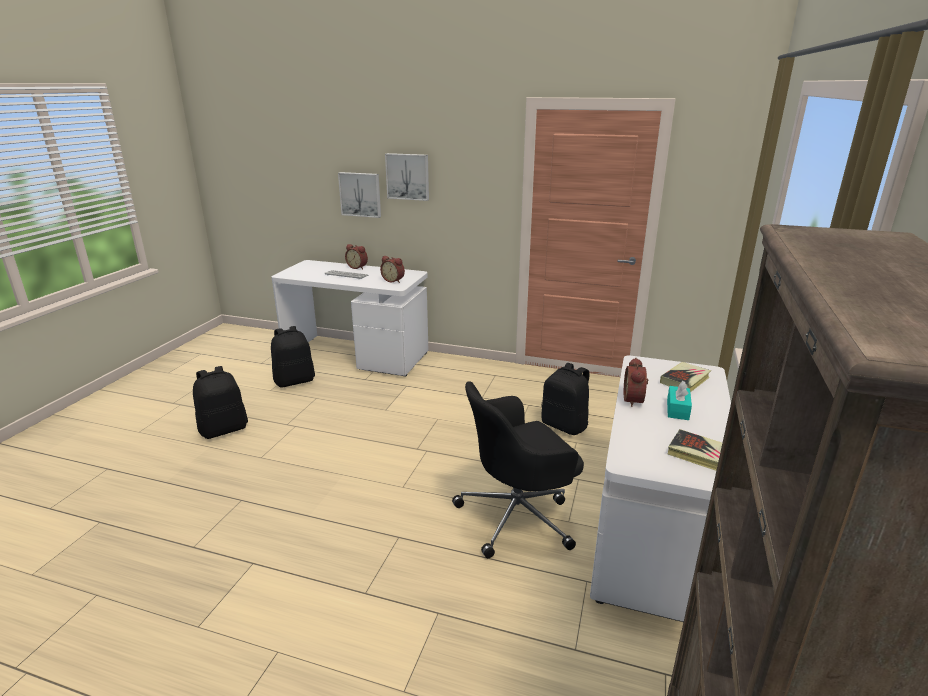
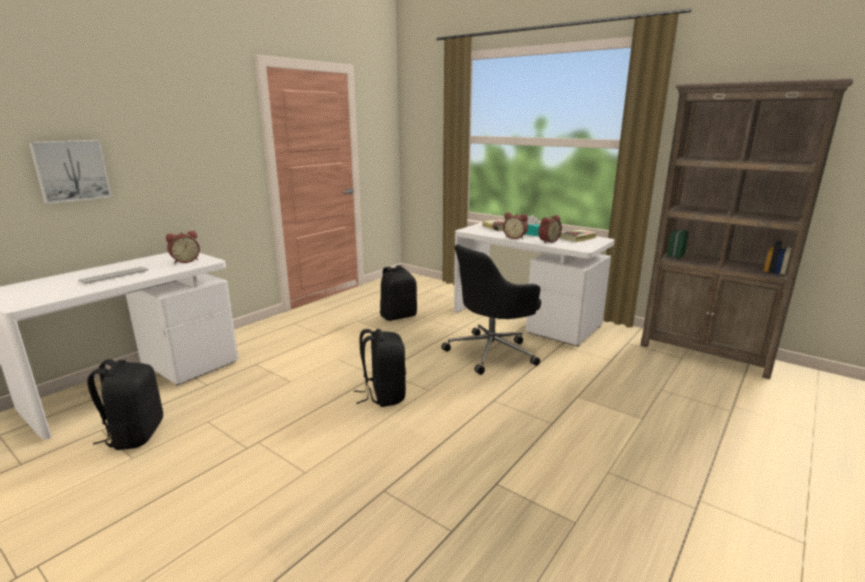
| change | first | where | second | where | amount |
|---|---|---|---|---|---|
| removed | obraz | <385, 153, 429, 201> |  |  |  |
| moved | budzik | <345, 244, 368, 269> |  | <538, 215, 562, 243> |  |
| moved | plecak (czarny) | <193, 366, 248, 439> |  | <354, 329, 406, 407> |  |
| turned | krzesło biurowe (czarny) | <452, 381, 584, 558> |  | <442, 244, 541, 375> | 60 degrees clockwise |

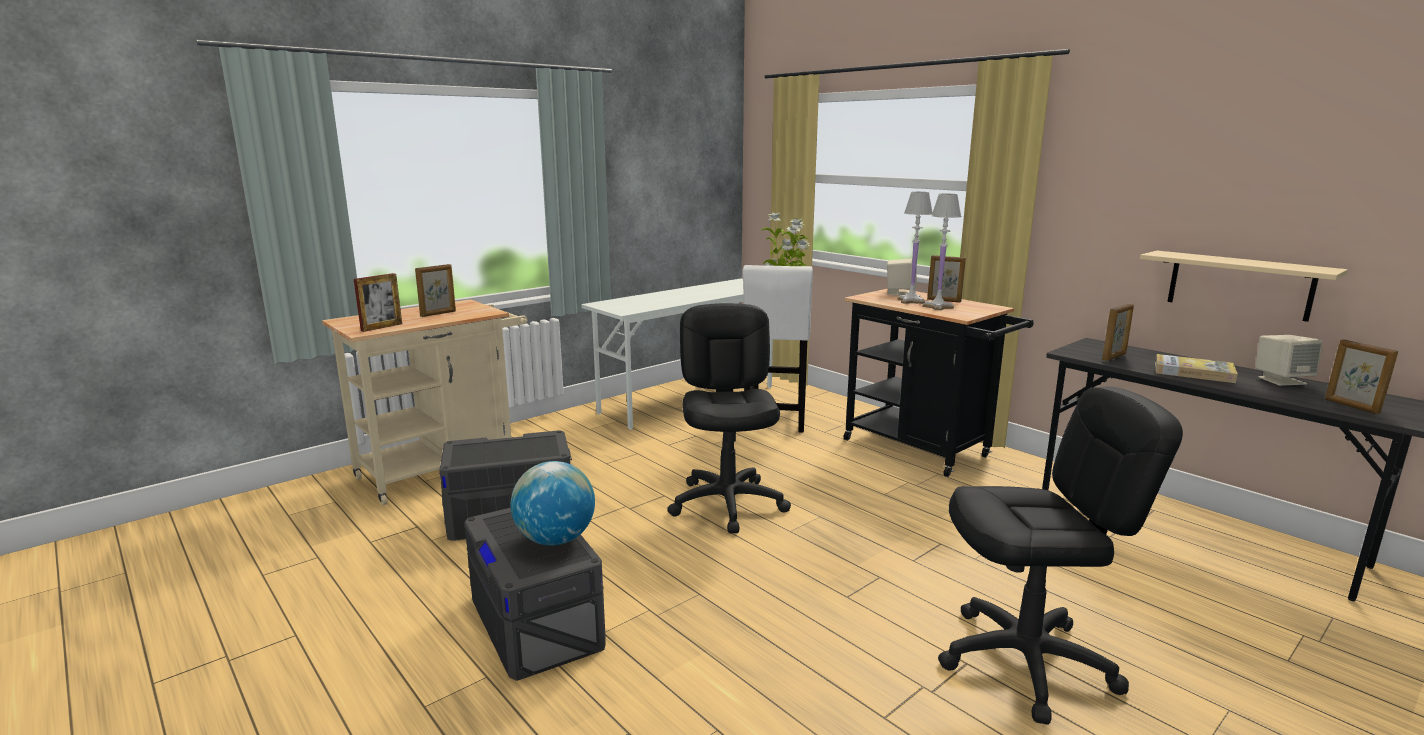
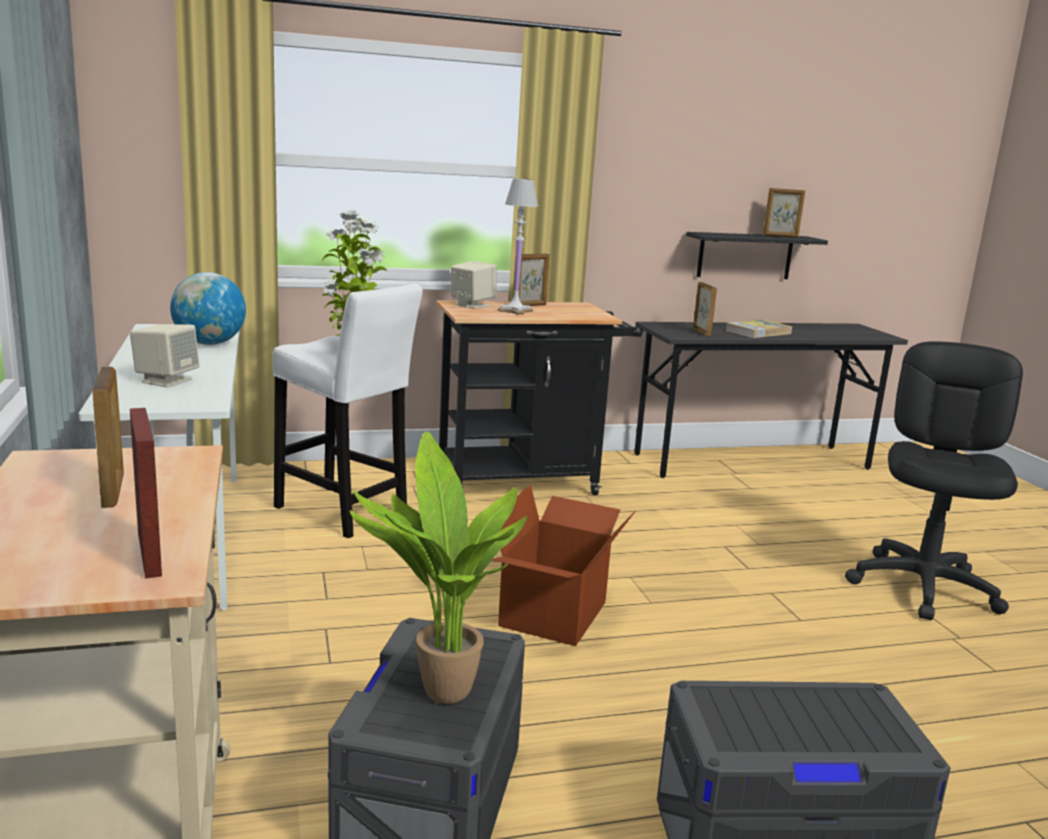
| change | first | where | second | where | amount |
|---|---|---|---|---|---|
| removed | lampa stołowa (biały) | <923, 194, 961, 310> |  |  |  |
| recoloured | półka (beżowy) | <1140, 251, 1348, 322> | półka (czarny) | <686, 232, 828, 279> |  |
| replaced | krzesło biurowe (czarny) | <667, 303, 791, 533> | karton | <492, 485, 636, 646> |  |
| moved | głośnik (beżowy) | <1255, 335, 1323, 386> |  | <130, 324, 200, 387> |  |
| moved | ramka na zdjęcie | <1325, 339, 1398, 414> |  | <763, 188, 805, 238> |  |
| moved | globus | <511, 461, 595, 546> |  | <170, 272, 246, 345> |  |
| added |  |  | roślina doniczkowa | <350, 431, 527, 704> |  |

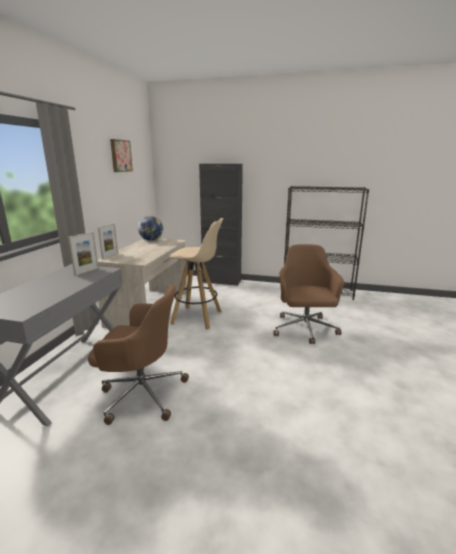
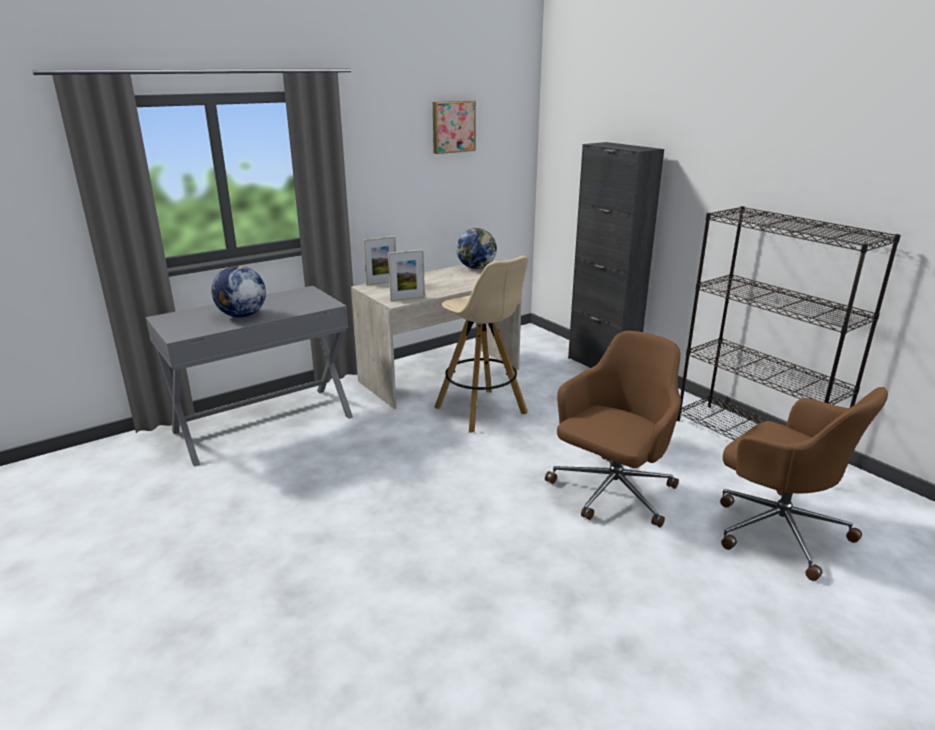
| change | first | where | second | where | amount |
|---|---|---|---|---|---|
| moved | ramka na zdjęcie | <68, 232, 99, 276> |  | <388, 250, 425, 301> |  |
| moved | krzesło biurowe (brązowy) | <88, 284, 189, 425> |  | <720, 387, 888, 581> |  |
| added |  |  | globus | <211, 266, 266, 318> |  |

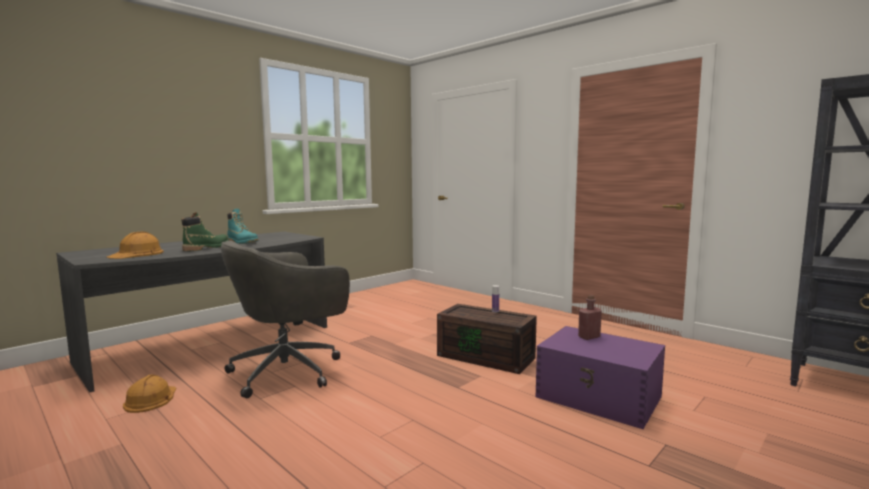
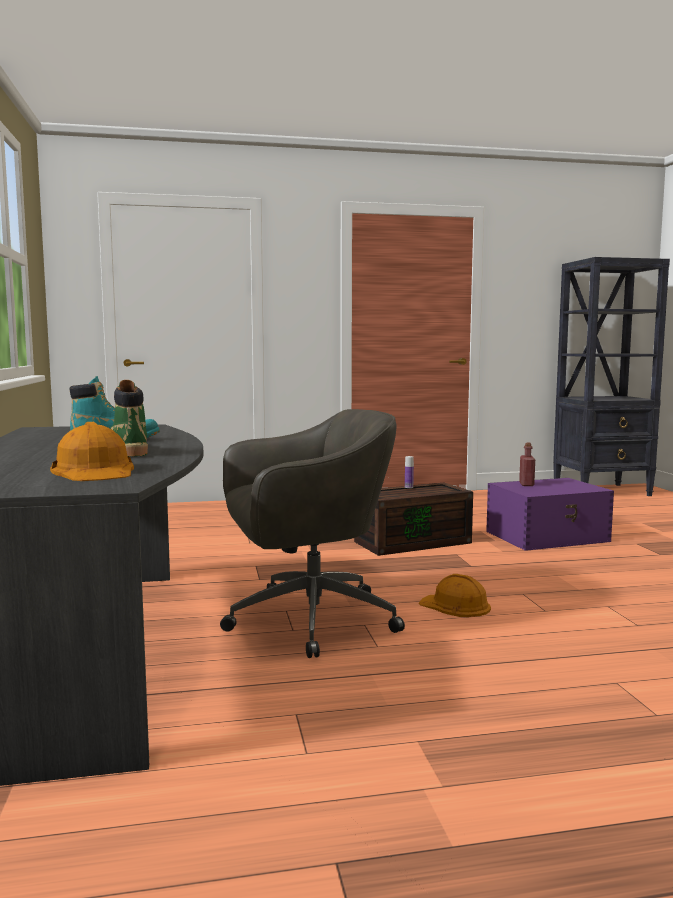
| change | first | where | second | where | amount |
|---|---|---|---|---|---|
| turned | krzesło biurowe (szary) | <221, 240, 350, 398> |  | <220, 409, 405, 658> | 105 degrees counterclockwise |
| moved | kask (pomarańczowy) | <123, 375, 176, 413> |  | <419, 574, 491, 617> |  |

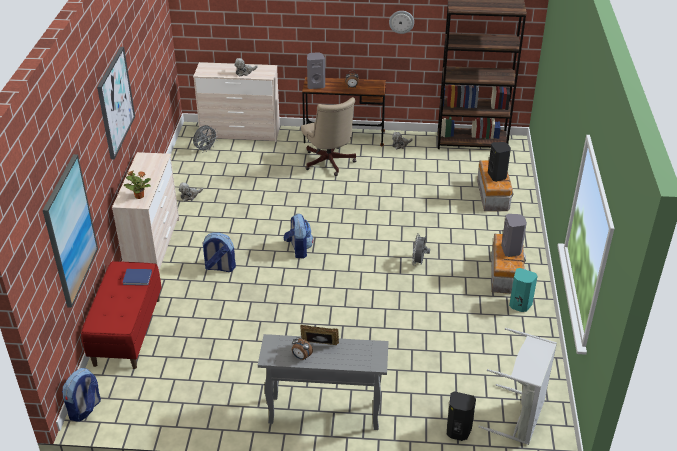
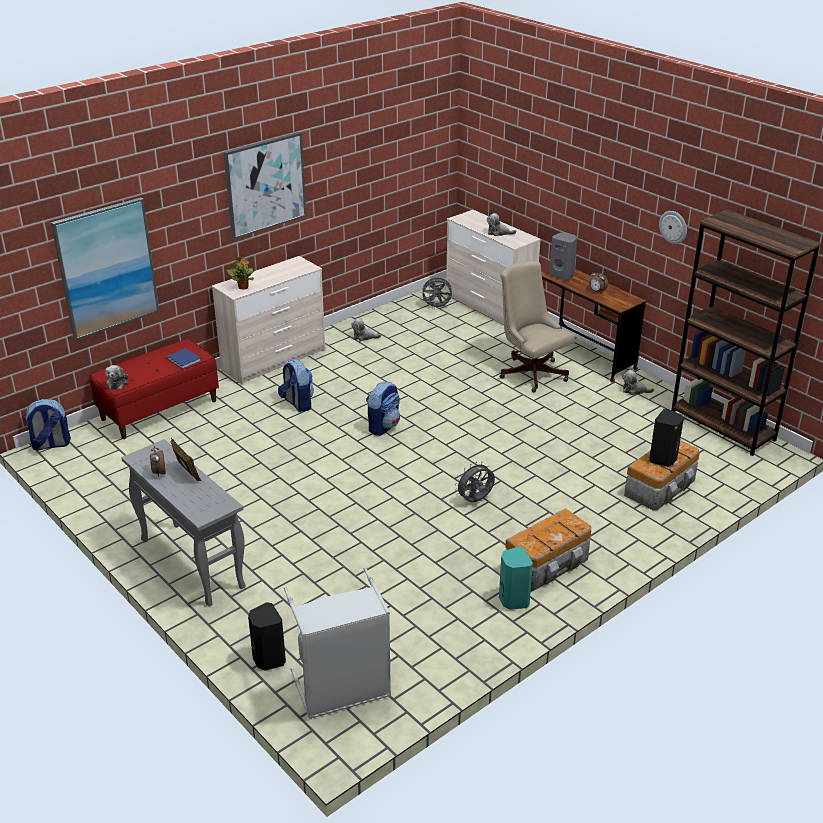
| change | first | where | second | where | amount |
|---|---|---|---|---|---|
| turned | krzesło biurowe (beżowy) | <301, 97, 356, 176> |  | <500, 261, 575, 392> | 120 degrees clockwise |
| removed | głośnik (szary) | <501, 214, 527, 257> |  |  |  |
| added |  |  | pluszak | <105, 365, 128, 389> |  |

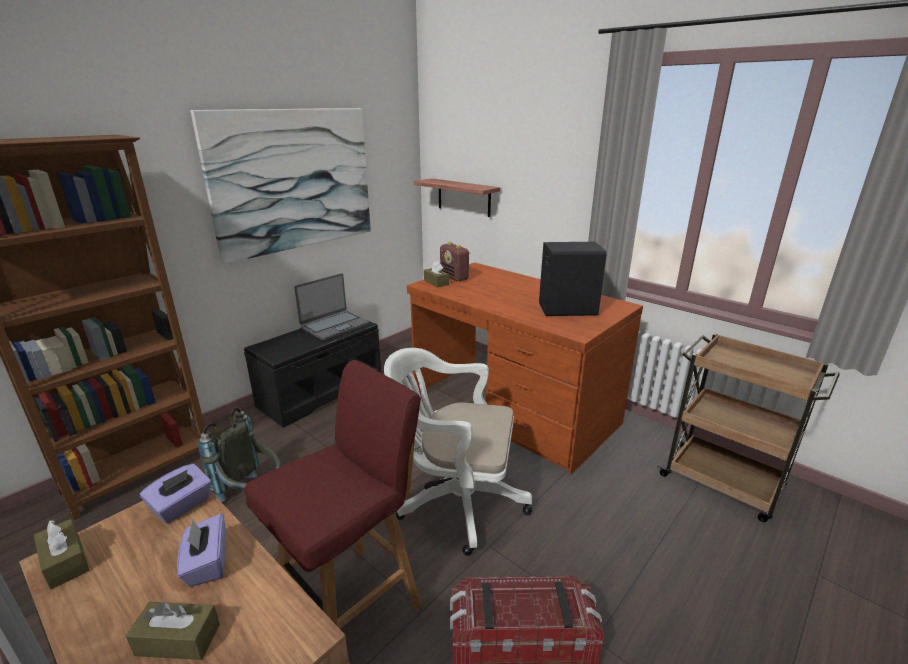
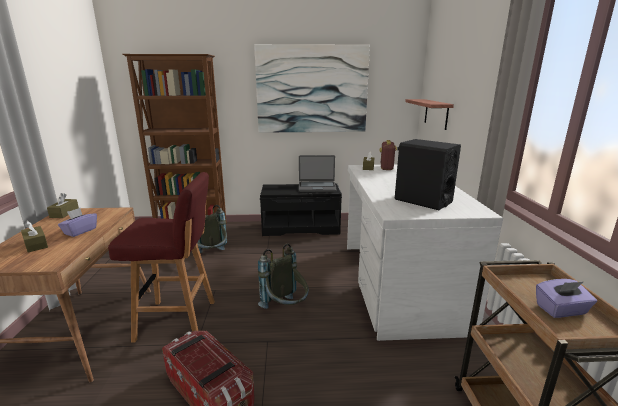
| change | first | where | second | where | amount |
|---|---|---|---|---|---|
| recoloured | biurko (brązowy) | <407, 262, 643, 475> | biurko (biały) | <347, 165, 503, 341> |  |
| replaced | krzesło biurowe (biały) | <384, 348, 532, 556> | plecak (szary) | <258, 243, 309, 309> |  |
| moved | pudełko chusteczek (fioletowy) | <140, 463, 211, 524> |  | <536, 279, 597, 318> |  |

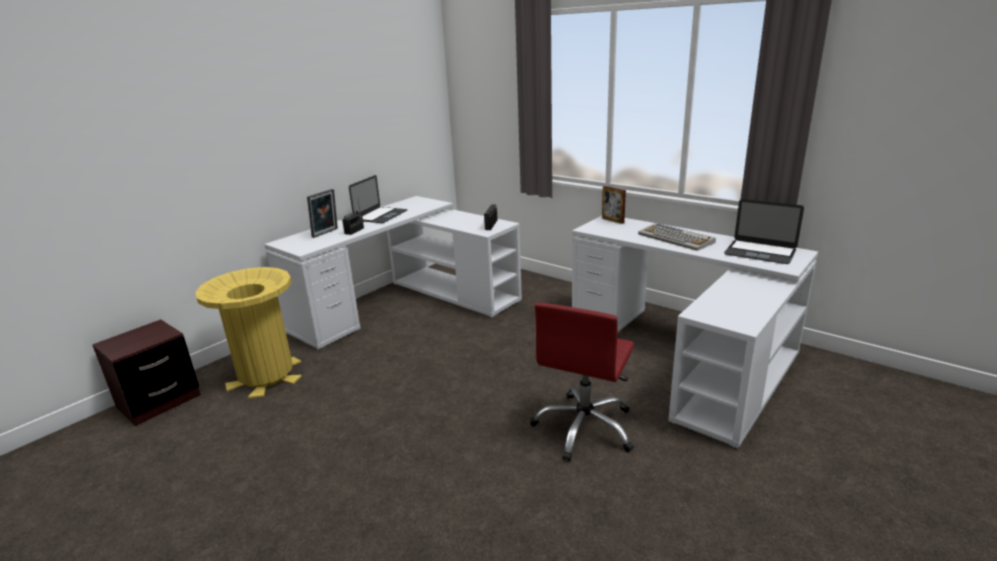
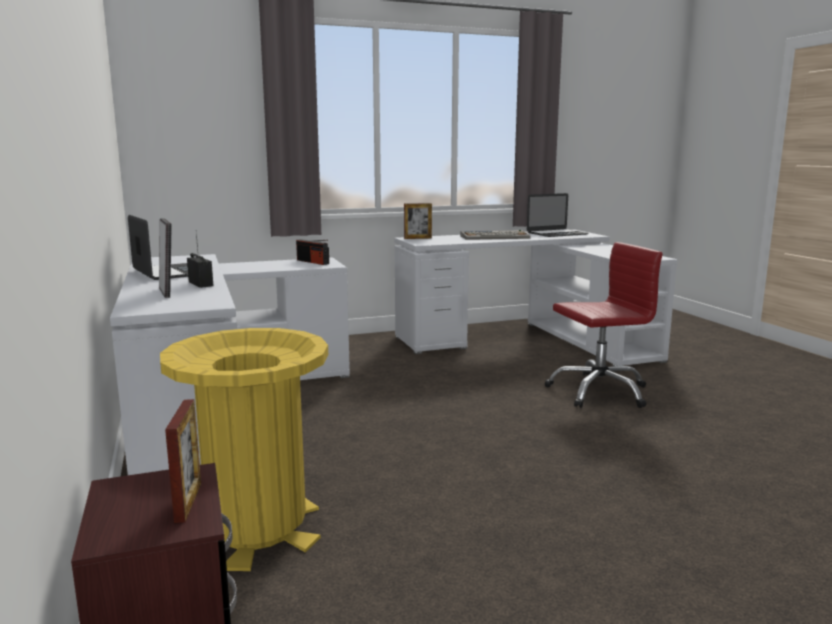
| change | first | where | second | where | amount |
|---|---|---|---|---|---|
| turned | krzesło biurowe (czerwony) | <530, 302, 634, 461> |  | <544, 242, 663, 408> | 75 degrees counterclockwise |
| added |  |  | ramka na zdjęcie | <165, 399, 201, 523> |  |

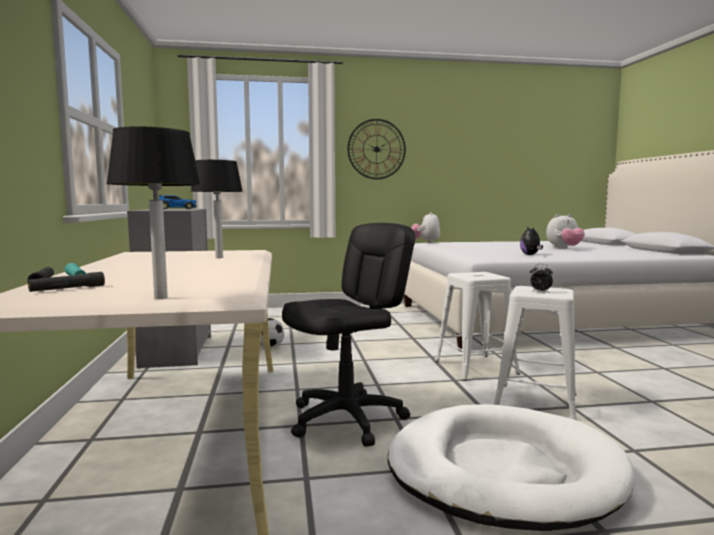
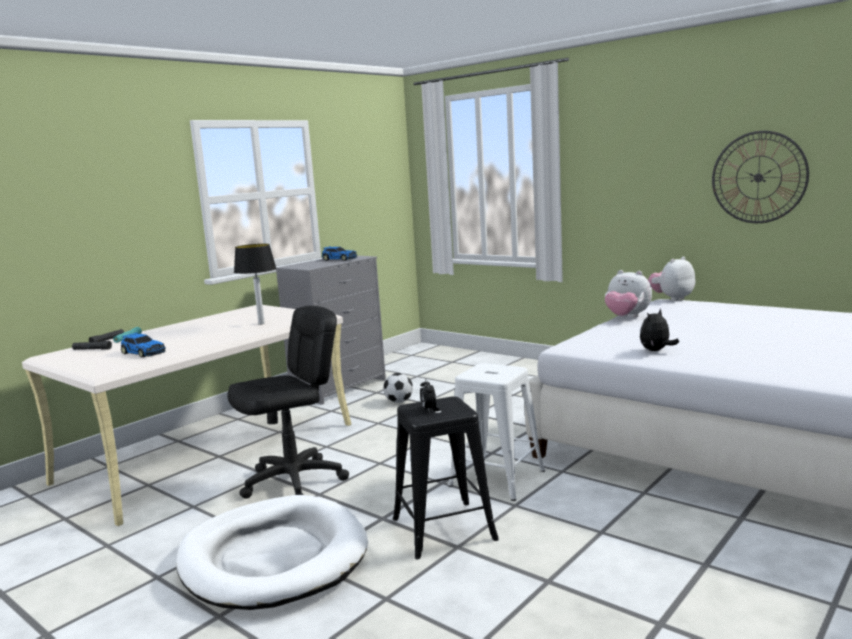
| change | first | where | second | where | amount |
|---|---|---|---|---|---|
| moved | zegar ścienny | <348, 119, 406, 179> |  | <712, 131, 809, 223> |  |
| removed | lampa stołowa | <106, 126, 201, 299> |  |  |  |
| moved | pluszak | <546, 214, 585, 249> |  | <605, 270, 652, 317> |  |
| turned | krzesło biurowe (czarny) | <282, 223, 415, 447> |  | <227, 306, 349, 499> | 45 degrees counterclockwise |
| recoloured | stołek (biały) | <494, 286, 577, 420> | stołek (czarny) | <393, 397, 499, 559> |  |
| added |  |  | samochodzik | <121, 333, 166, 357> |  |

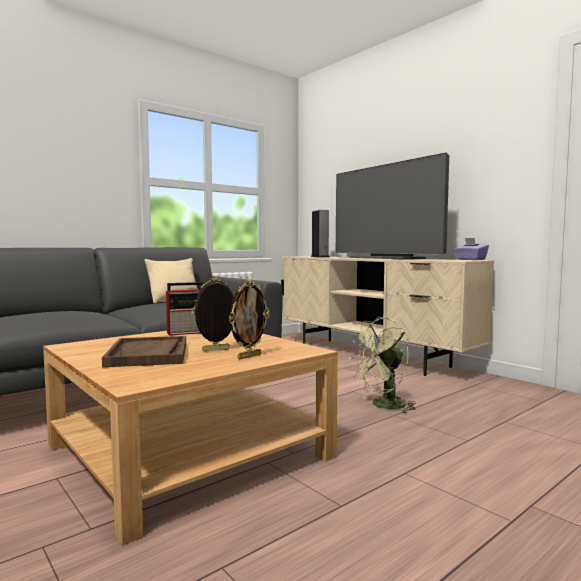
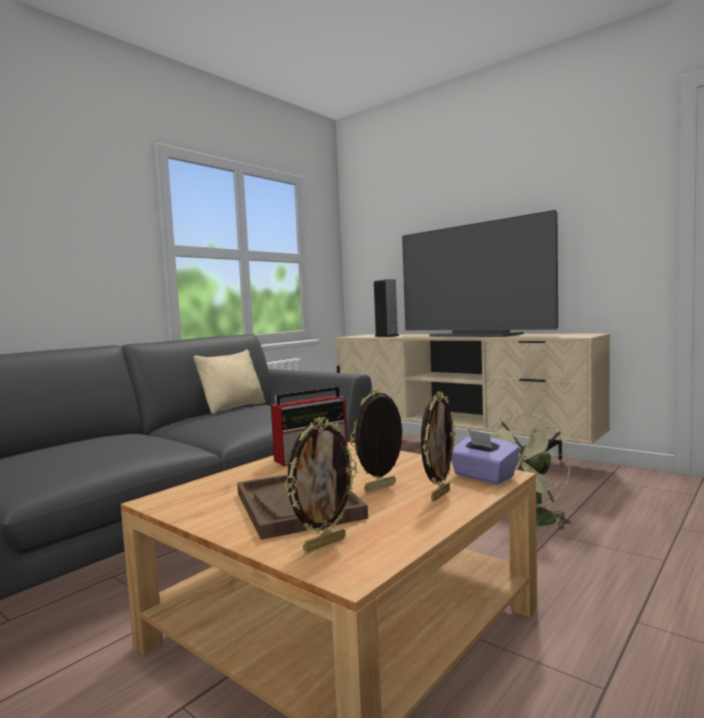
| change | first | where | second | where | amount |
|---|---|---|---|---|---|
| moved | pudełko chusteczek (fioletowy) | <454, 238, 489, 260> |  | <451, 429, 520, 485> |  |
| added |  |  | ramka na zdjęcie | <284, 417, 357, 552> |  |

